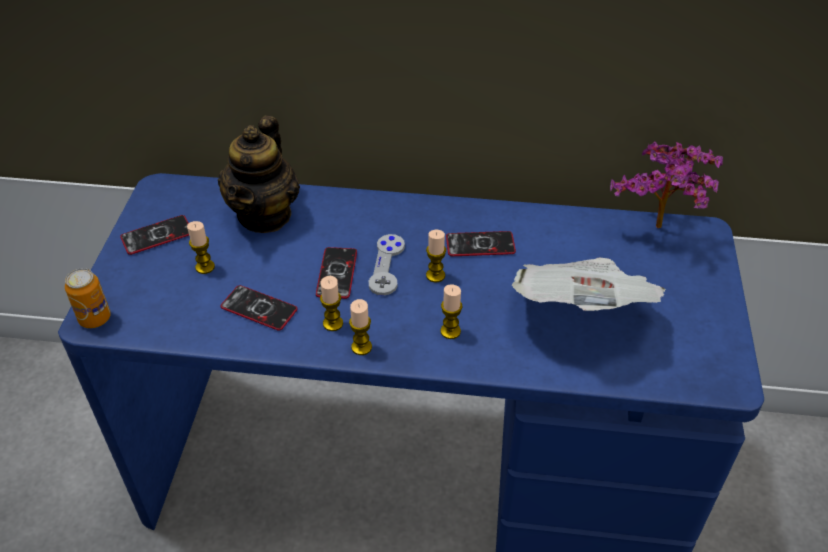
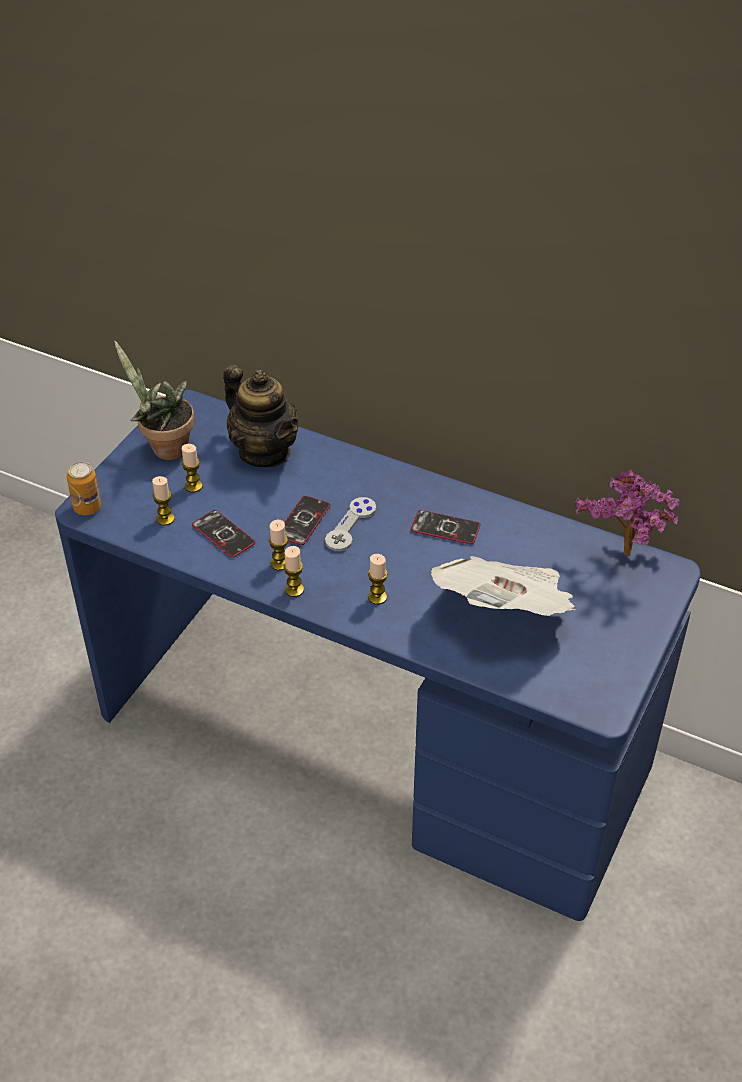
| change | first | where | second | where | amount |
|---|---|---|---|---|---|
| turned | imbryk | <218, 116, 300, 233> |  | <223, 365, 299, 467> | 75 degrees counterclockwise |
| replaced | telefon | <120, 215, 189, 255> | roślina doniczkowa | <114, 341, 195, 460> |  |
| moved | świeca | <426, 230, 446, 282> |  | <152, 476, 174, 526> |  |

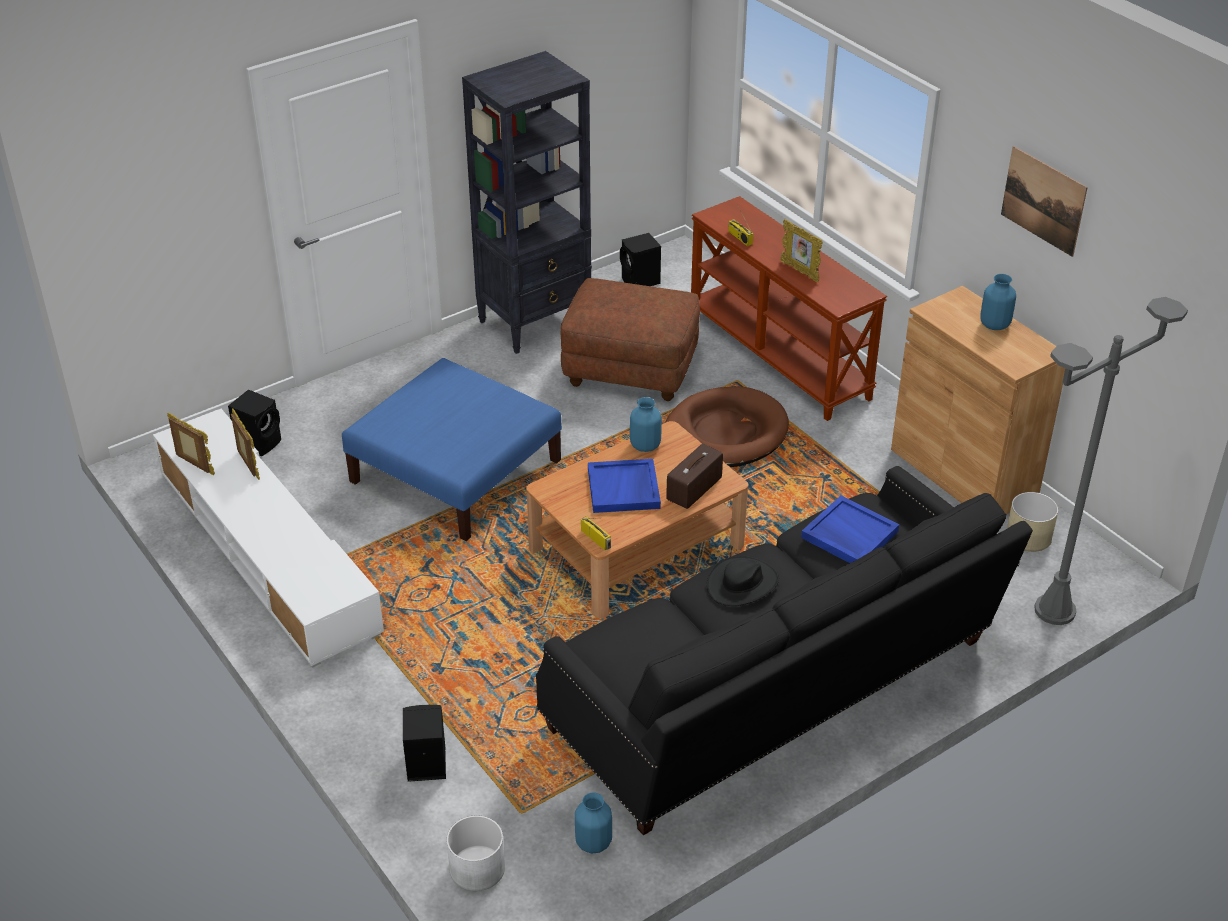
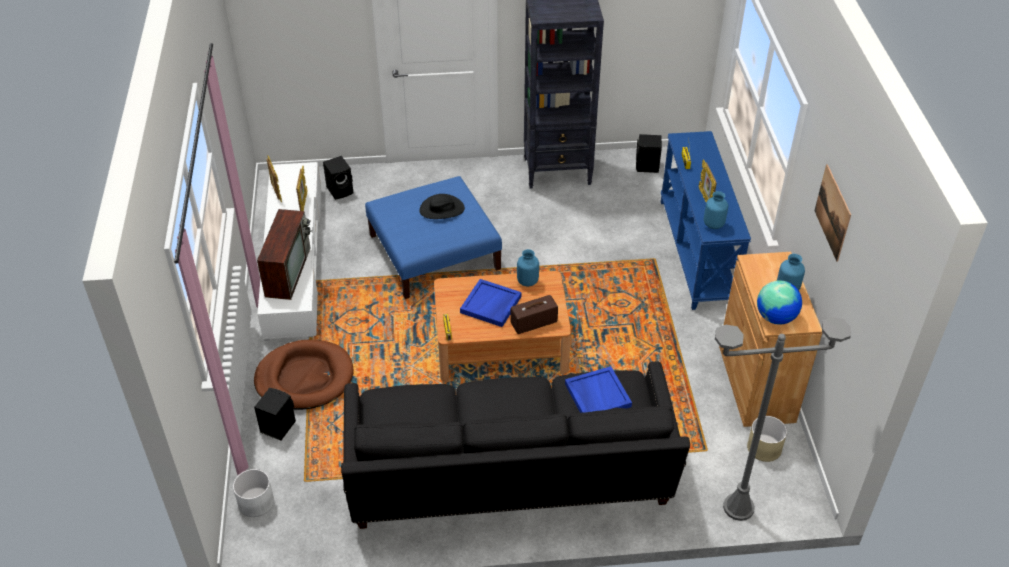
| change | first | where | second | where | amount |
|---|---|---|---|---|---|
| recoloured | stolik konsolowy (brązowy) | <691, 196, 887, 421> | stolik konsolowy (niebieski) | <661, 131, 751, 310> |  |
| removed | pufa (brązowy) | <561, 278, 700, 401> |  |  |  |
| moved | legowisko (brązowy) | <665, 386, 789, 467> |  | <254, 340, 354, 410> |  |
| moved | kapelusz (czarny) | <707, 556, 779, 606> |  | <419, 194, 465, 219> |  |
| moved | wazon (niebieski) | <575, 792, 612, 853> |  | <704, 191, 728, 229> |  |
| added |  |  | telewizor | <257, 209, 312, 300> |  |
| added |  |  | globus | <757, 280, 802, 325> |  |

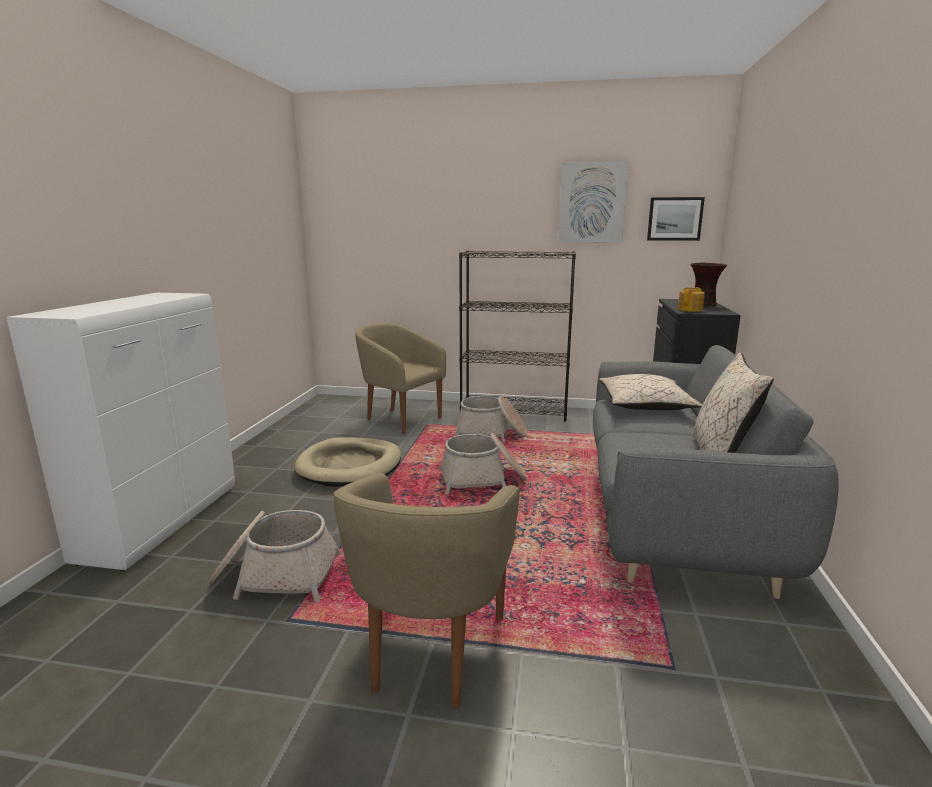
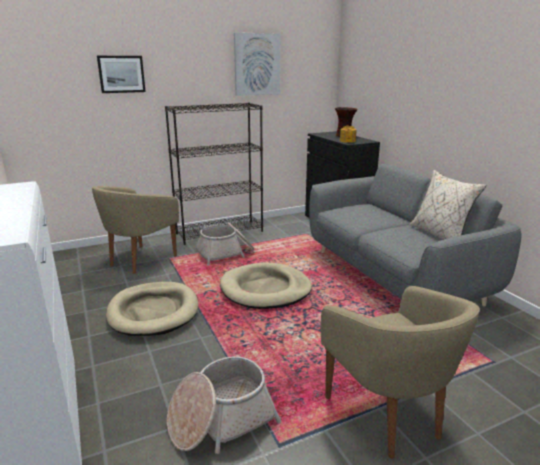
| change | first | where | second | where | amount |
|---|---|---|---|---|---|
| moved | obraz | <647, 197, 705, 241> |  | <97, 56, 146, 93> |  |
| turned | fotel (beżowy) | <355, 323, 446, 434> |  | <92, 186, 179, 274> | 60 degrees counterclockwise |
| removed | poduszka (beżowy) | <599, 374, 702, 410> |  |  |  |
| replaced | koszyk | <440, 433, 527, 495> | legowisko (beżowy) | <220, 262, 312, 309> |  |

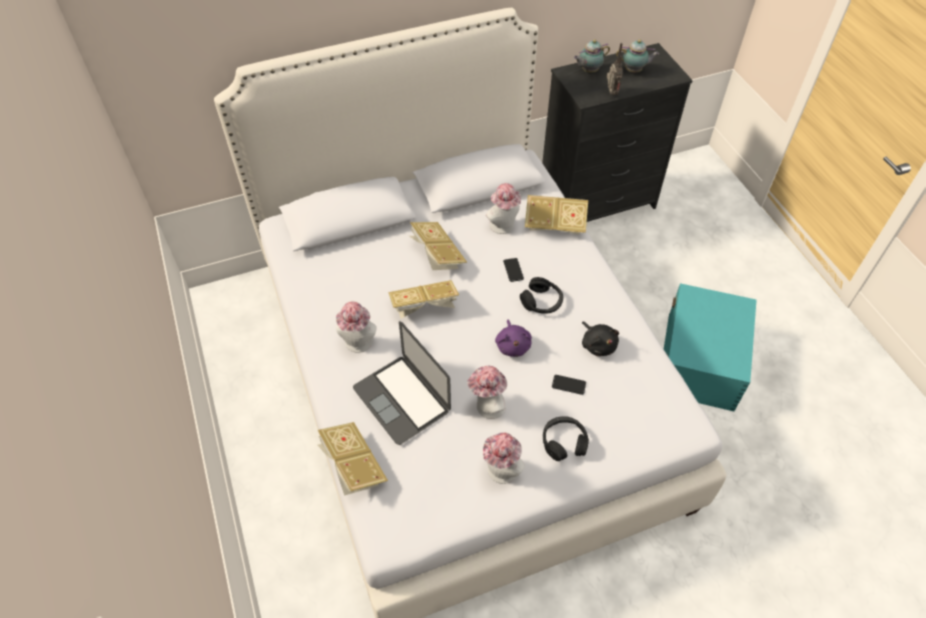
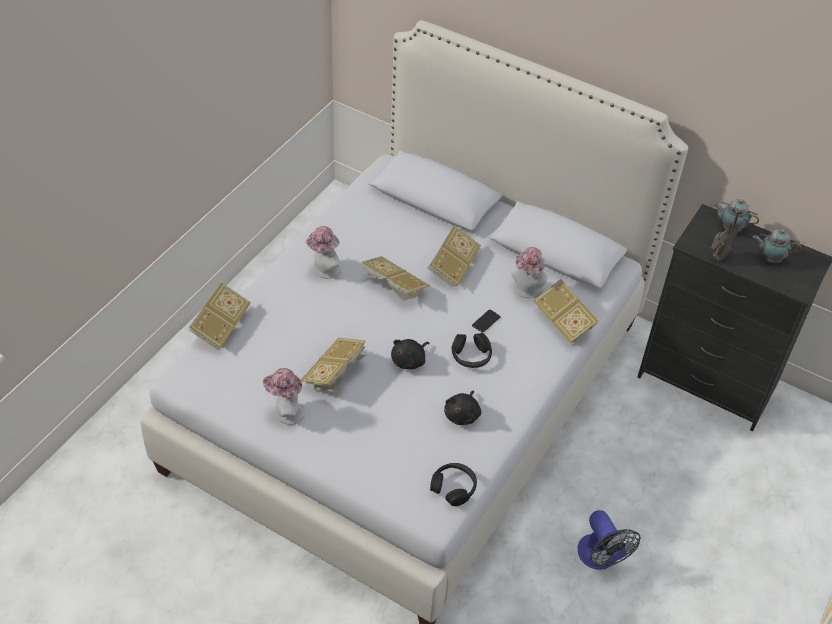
| change | first | where | second | where | amount |
|---|---|---|---|---|---|
| turned | imbryk | <616, 39, 659, 72> |  | <753, 229, 801, 263> | 135 degrees clockwise |
| replaced | pojemnik do przechowywania (turkusowy) | <664, 283, 757, 411> | wentylator | <578, 510, 641, 570> |  |
| recoloured | pluszak (fioletowy) | <495, 320, 532, 357> | pluszak (czarny) | <391, 339, 429, 370> |  |
| removed | laptop | <353, 321, 451, 445> |  |  |  |
| replaced | kapelusz | <467, 366, 507, 419> | książka | <301, 338, 367, 392> |  |
| removed | telefon | <552, 375, 586, 395> |  |  |  |
| moved | słuchawki (czarny) | <543, 416, 589, 461> |  | <430, 463, 477, 506> |  |

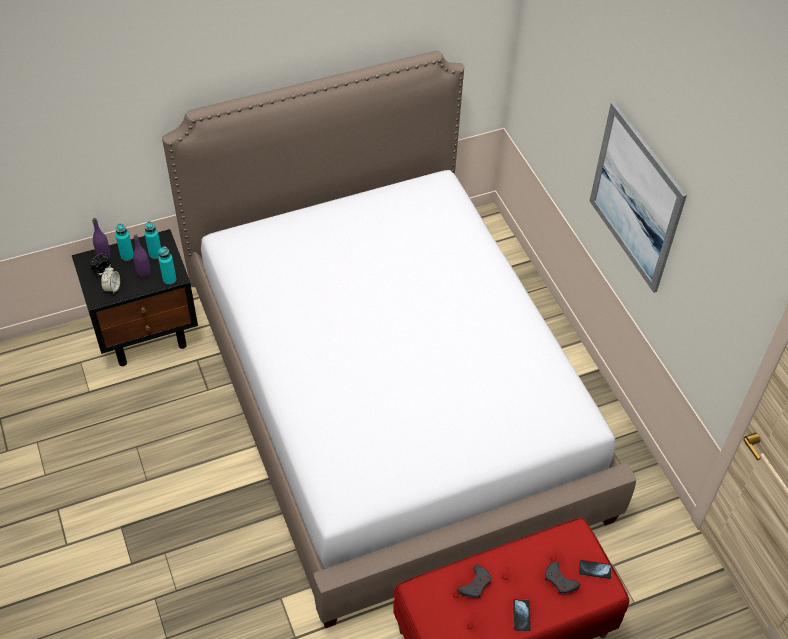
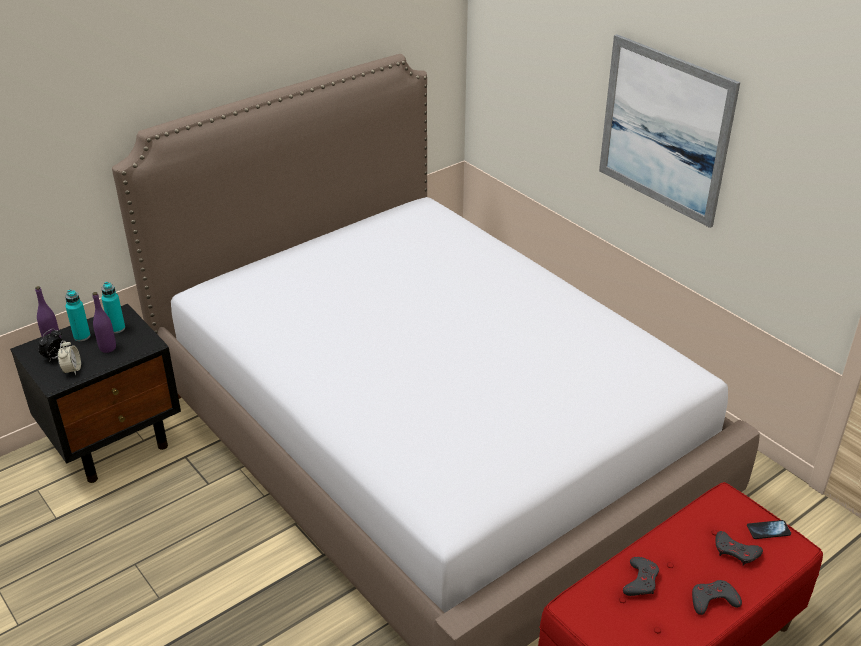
| change | first | where | second | where | amount |
|---|---|---|---|---|---|
| removed | butelka (turkusowy) | <158, 246, 176, 284> |  |  |  |
| replaced | telefon | <513, 599, 531, 631> | pad do gier (szary) | <692, 580, 742, 615> |  |

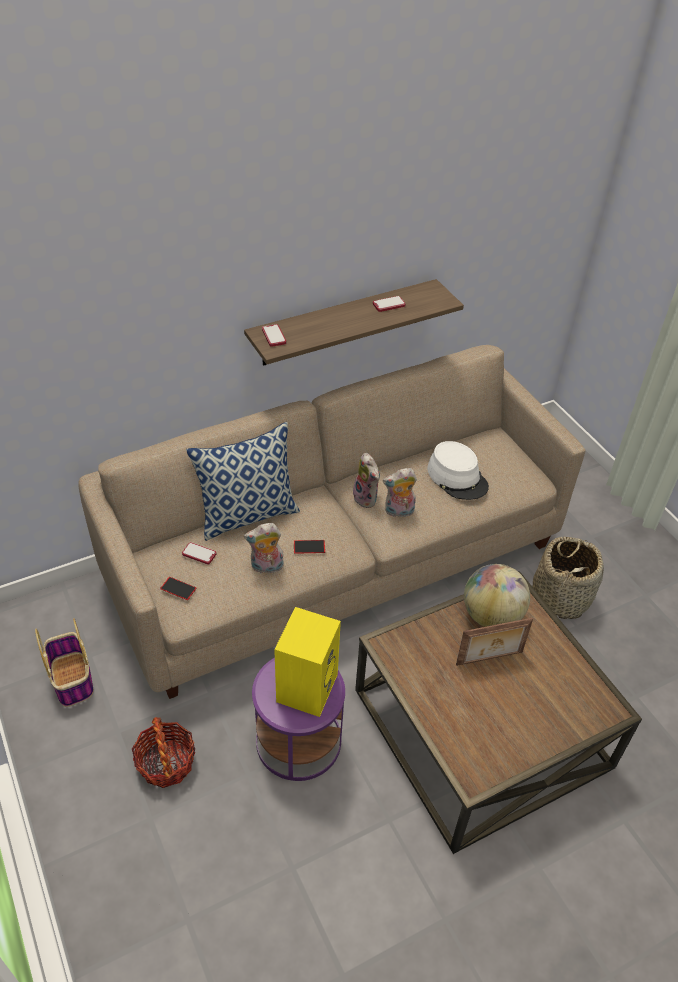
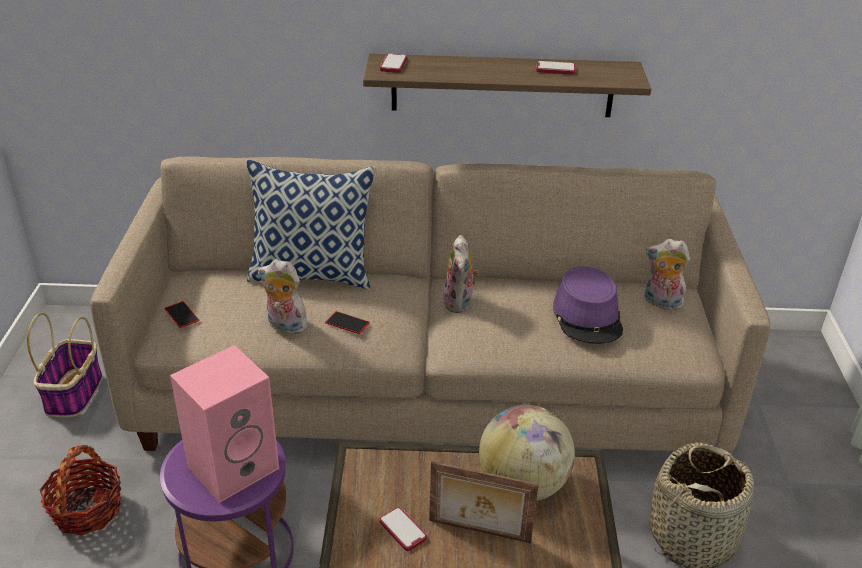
| change | first | where | second | where | amount |
|---|---|---|---|---|---|
| recoloured | kapelusz (biały) | <427, 441, 489, 500> | kapelusz (fioletowy) | <553, 267, 623, 344> |  |
| moved | pluszak | <383, 468, 417, 517> |  | <644, 239, 690, 310> |  |
| moved | telefon | <182, 542, 216, 565> |  | <379, 507, 427, 551> |  |
| recoloured | głośnik (żółty) | <274, 607, 341, 717> | głośnik (różowy) | <170, 345, 279, 503> |  |

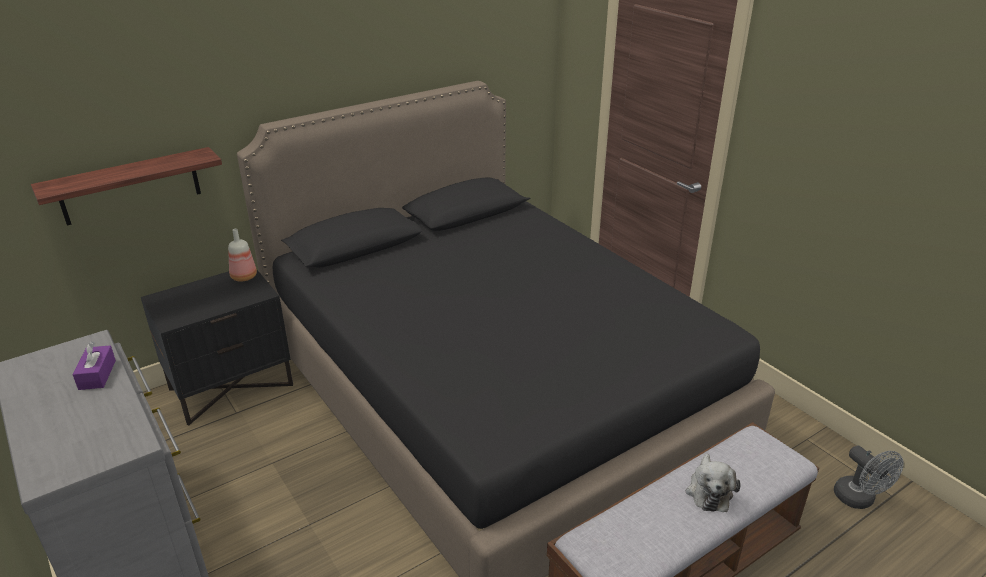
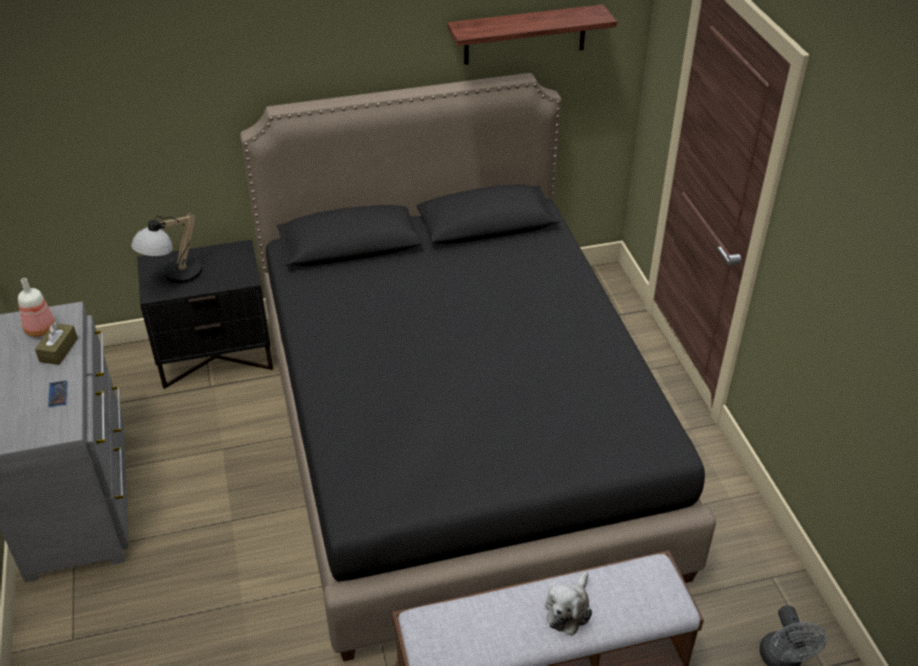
| change | first | where | second | where | amount |
|---|---|---|---|---|---|
| moved | półka | <31, 147, 222, 226> |  | <447, 4, 617, 65> |  |
| moved | butelka | <228, 229, 257, 282> |  | <18, 278, 55, 337> |  |
| recoloured | pudełko chusteczek (fioletowy) | <73, 342, 116, 390> | pudełko chusteczek (brązowy) | <35, 321, 78, 365> |  |
| added |  |  | lampa stołowa | <131, 214, 210, 284> |  |
| added |  |  | telefon | <48, 380, 67, 407> |  |

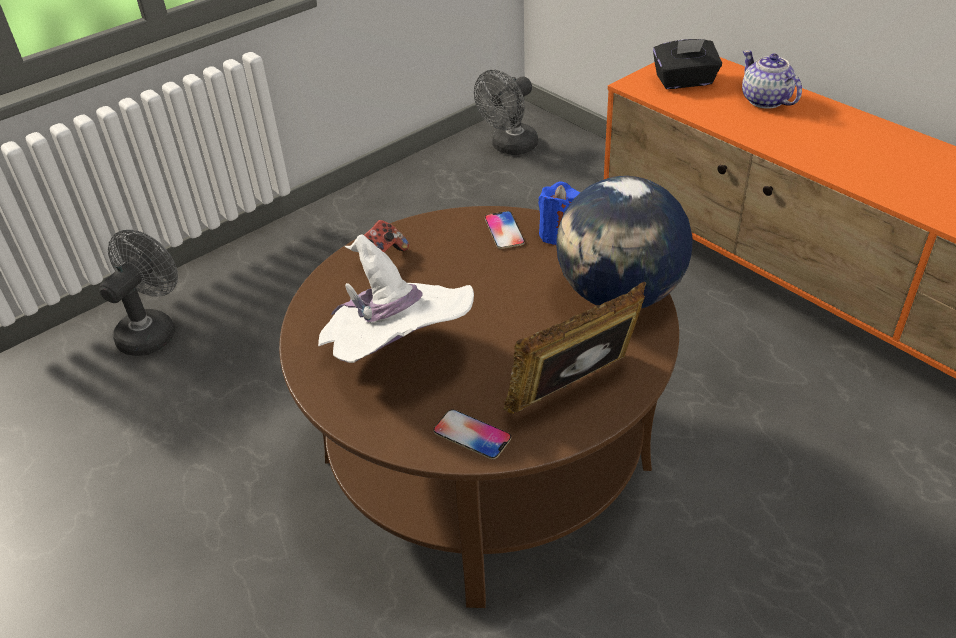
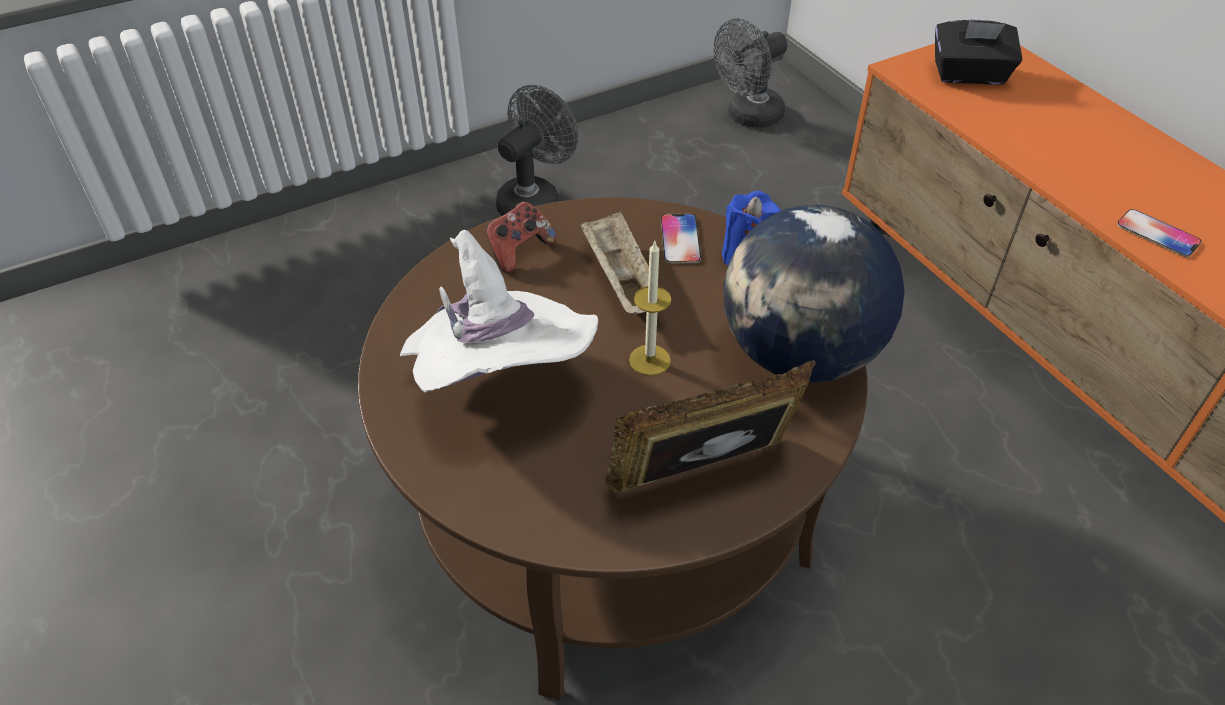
| change | first | where | second | where | amount |
|---|---|---|---|---|---|
| removed | imbryk | <742, 50, 802, 109> |  |  |  |
| moved | wentylator (szary) | <99, 230, 178, 356> |  | <496, 85, 578, 216> |  |
| moved | telefon | <433, 410, 511, 459> |  | <1117, 209, 1202, 257> |  |
| added |  |  | taca (beżowy) | <580, 210, 659, 314> |  |
| added |  |  | świeca | <629, 241, 671, 376> |  |

